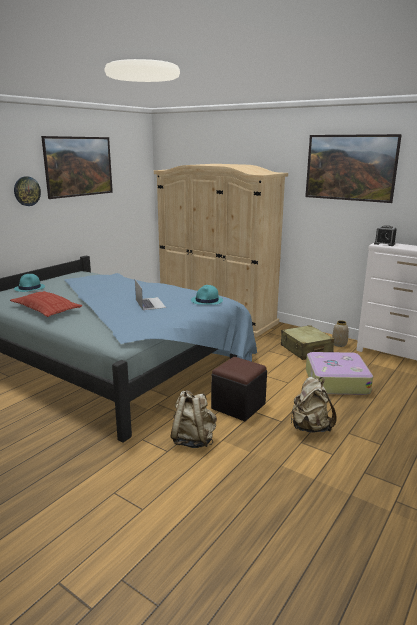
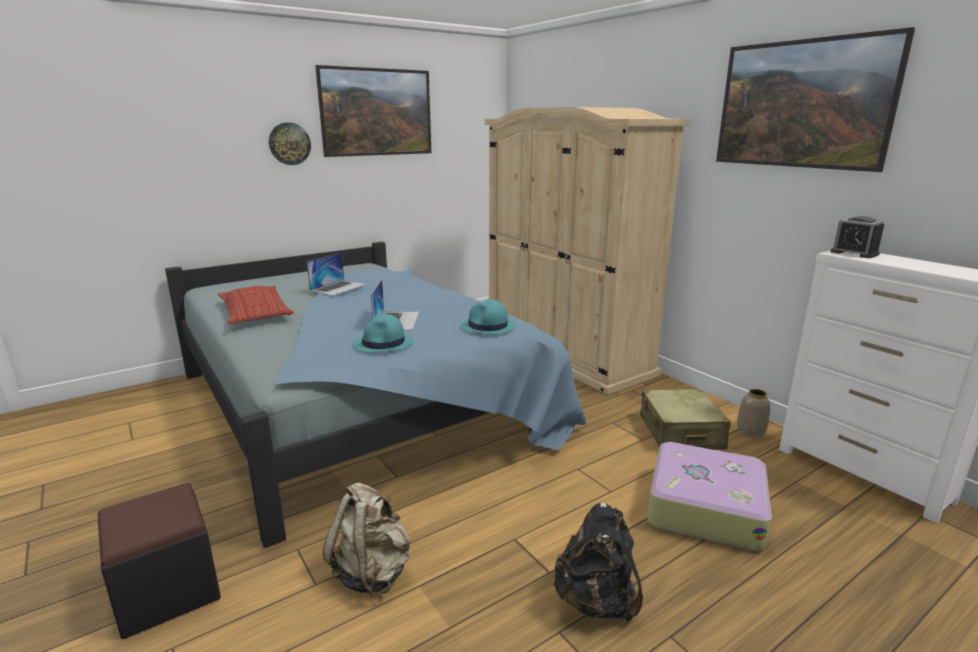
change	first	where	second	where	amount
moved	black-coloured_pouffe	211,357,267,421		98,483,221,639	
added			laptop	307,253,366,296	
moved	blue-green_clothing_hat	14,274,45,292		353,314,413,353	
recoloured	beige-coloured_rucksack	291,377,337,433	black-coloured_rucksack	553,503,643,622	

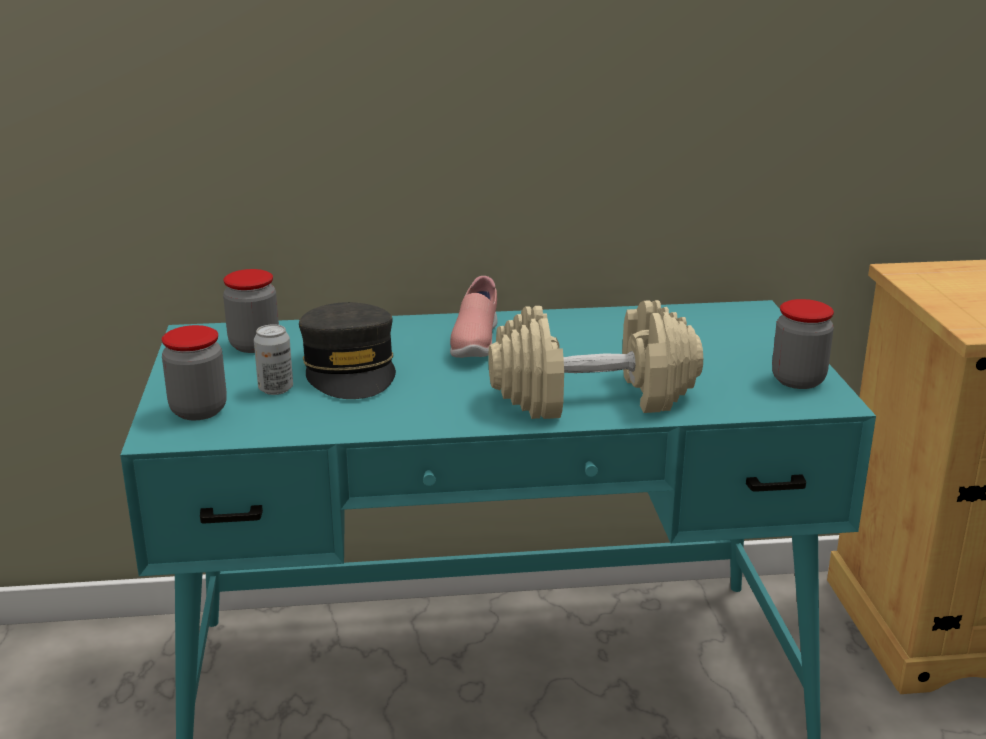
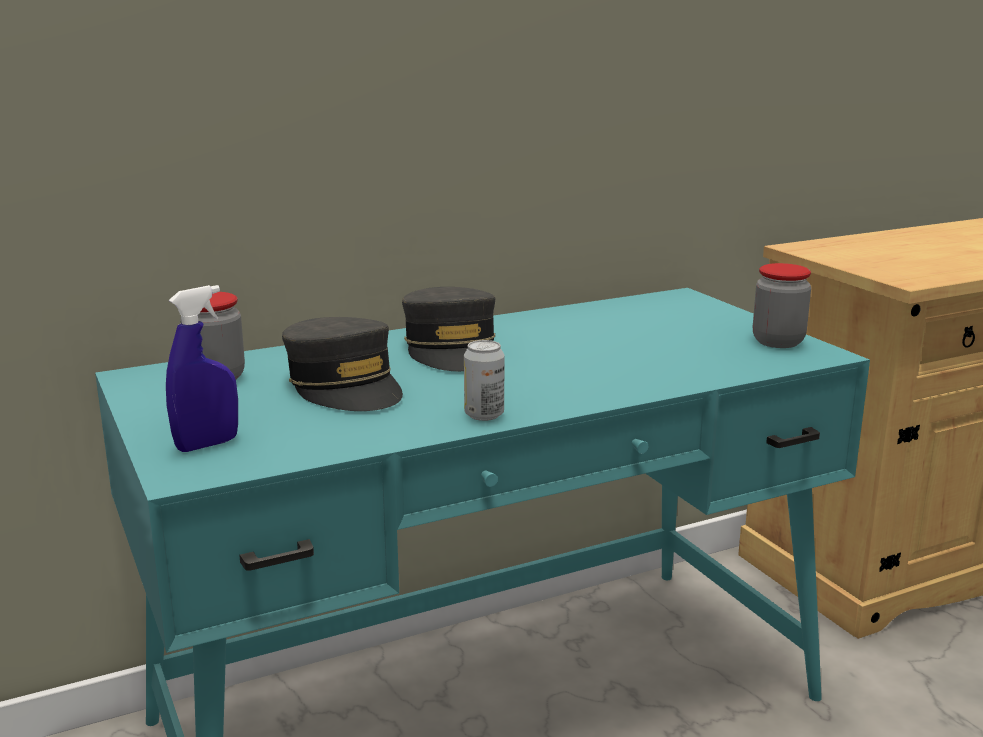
change	first	where	second	where	amount
replaced	jar	162,325,226,420	blue_spray_bottle	166,285,238,452	
replaced	pink-coloured_low_shoe	450,276,498,358	greyish_baseball_cap	402,287,495,371	
moved	metal_can	254,324,293,395		464,340,504,421	
removed	beige-coloured_free_weight	488,300,703,419			

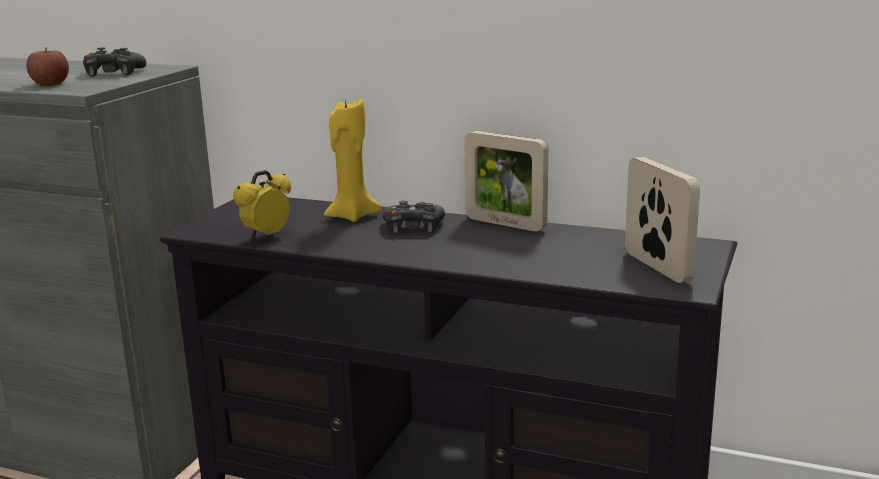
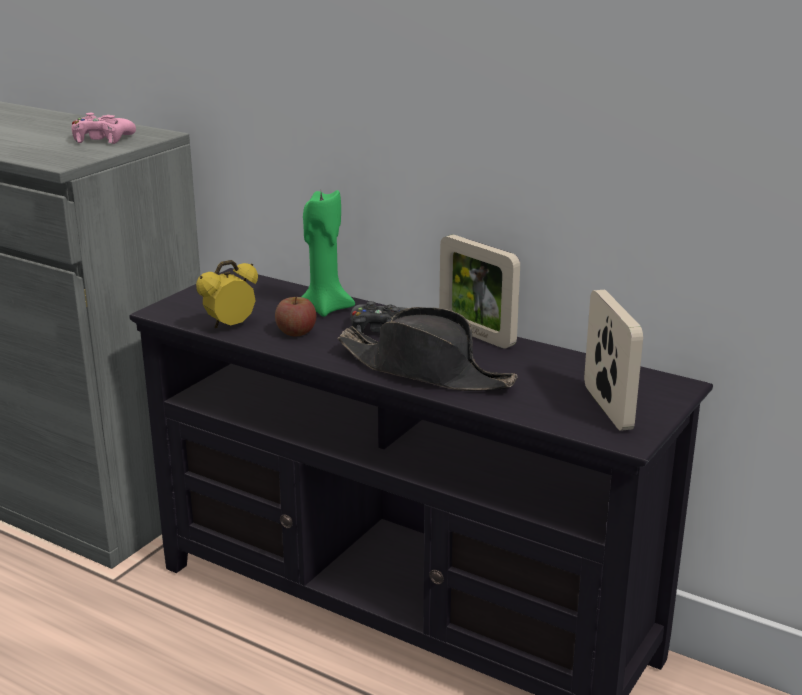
change	first	where	second	where	amount
recoloured	black-coloured_game_controller	83,48,146,77	pink-coloured_game_controller	71,113,136,144	
moved	whole_apple	26,48,69,86		275,297,316,336	
recoloured	yellow_candle	324,99,381,222	green_candle	302,190,355,317	
added			black-coloured_clothing_hat	337,307,517,391	

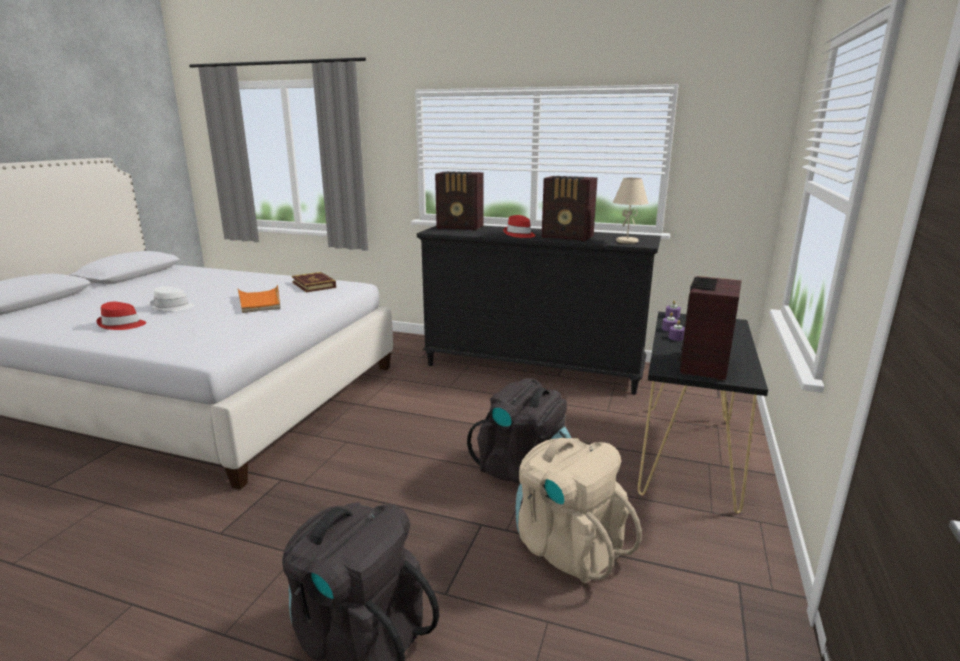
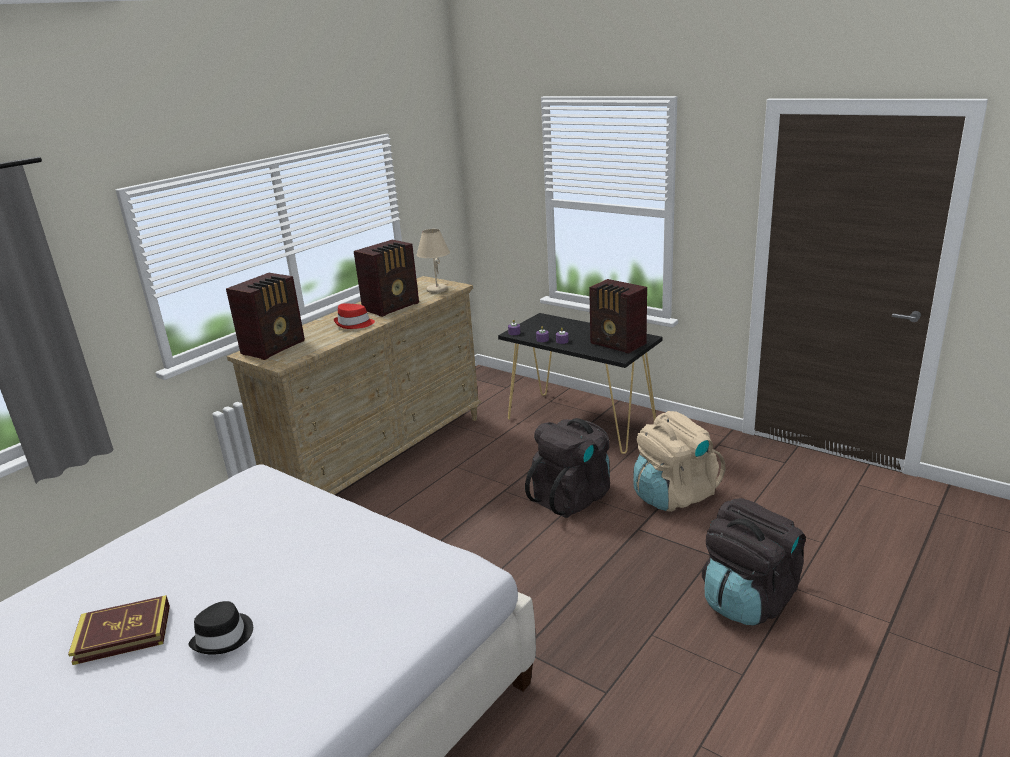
change	first	where	second	where	amount
moved	book	292,272,336,293		68,595,170,665	
recoloured	whitish_clothing_hat	150,286,194,311	black-coloured_clothing_hat	189,601,253,655	
recoloured	black-coloured_dresser	417,225,661,395	beige-coloured_dresser	227,276,481,495	
removed	reddish_clothing_hat	96,302,146,330			
removed	orangey_carrying_tray	238,284,280,313			

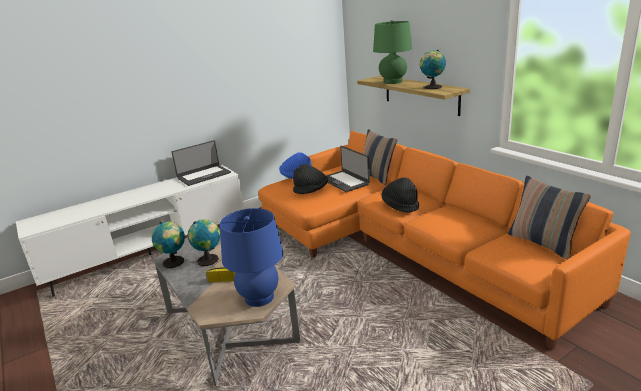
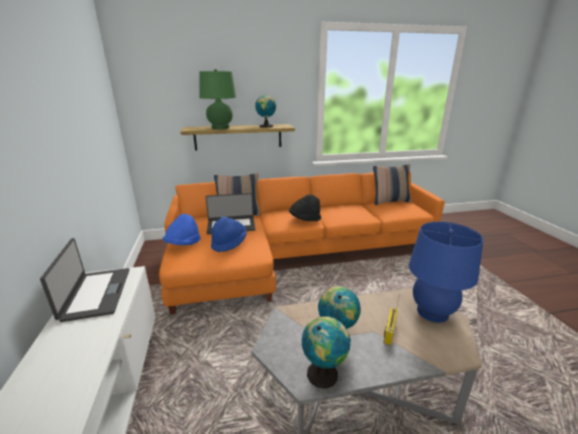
change	first	where	second	where	amount
recoloured	black-coloured_clothing_hat	293,164,328,194	blue_clothing_hat	211,217,247,252	

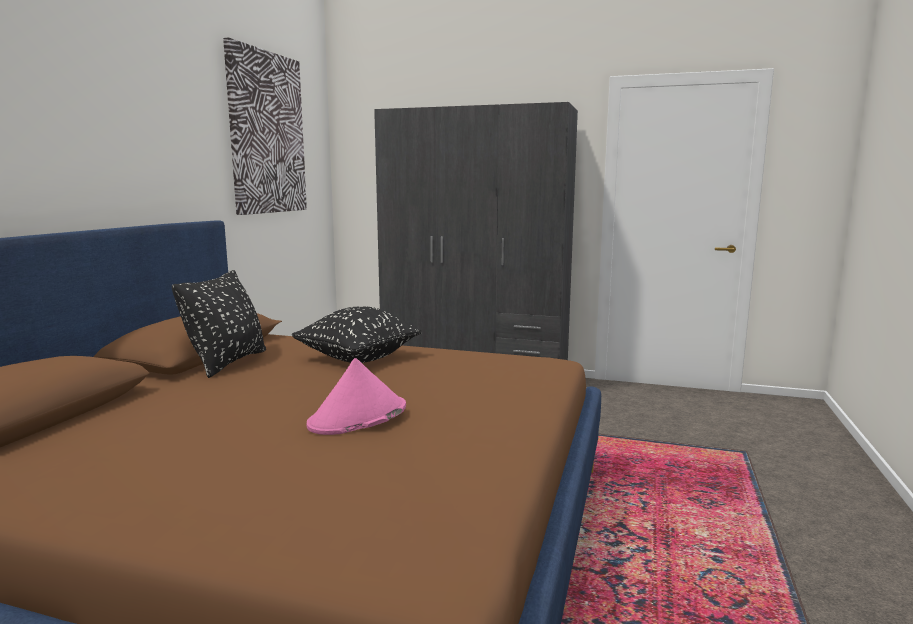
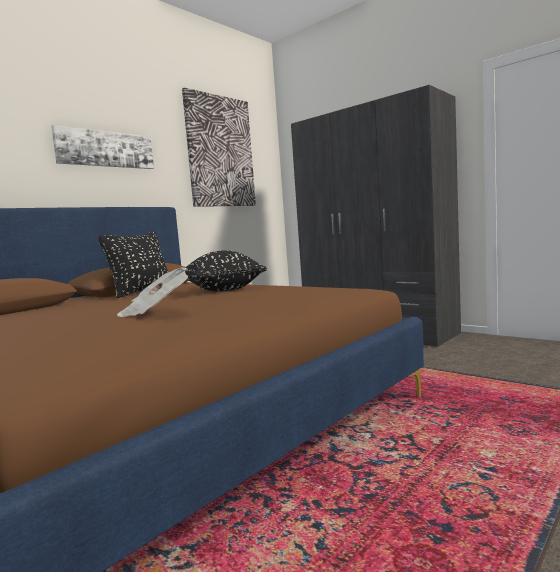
change	first	where	second	where	amount
added			picture	51,125,154,169	
replaced	pink-coloured_clothing_hat	306,358,406,435	printed_paper	117,267,188,317	

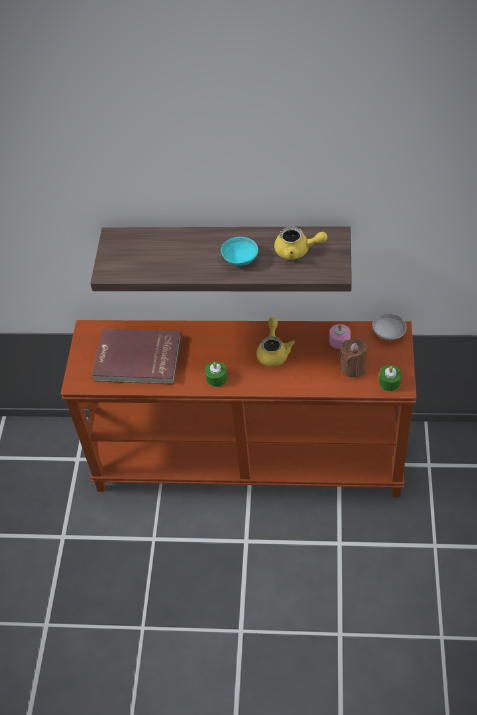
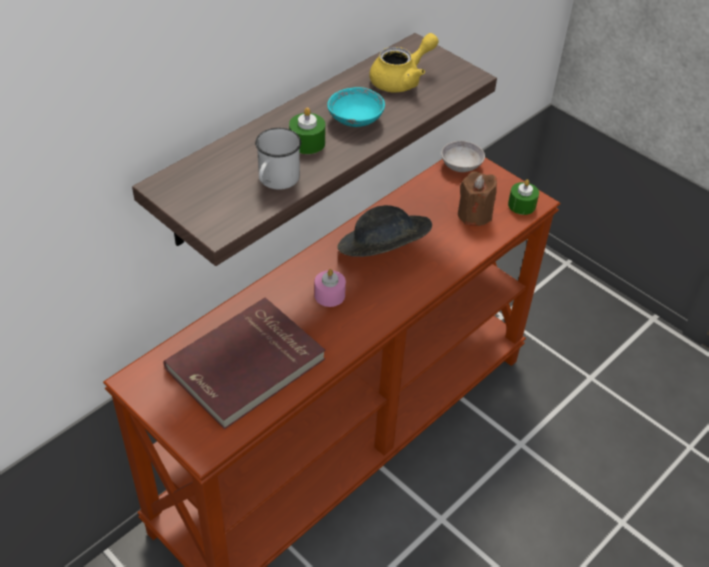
change	first	where	second	where	amount
added			whitish_coffee_mug	255,128,301,190	
moved	green_candle	205,361,227,387		289,107,326,154	
moved	pink-coloured_candle	329,324,351,349		314,269,346,307	
replaced	yellow_pot_for_tea	256,317,295,367	greyish_clothing_hat	337,205,432,257	

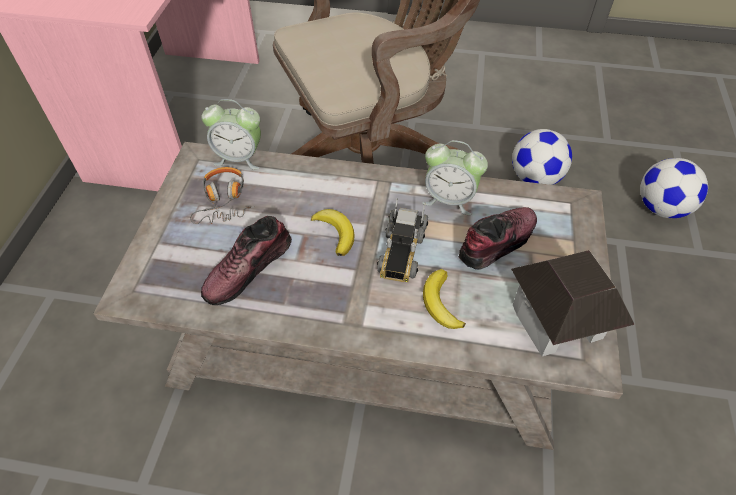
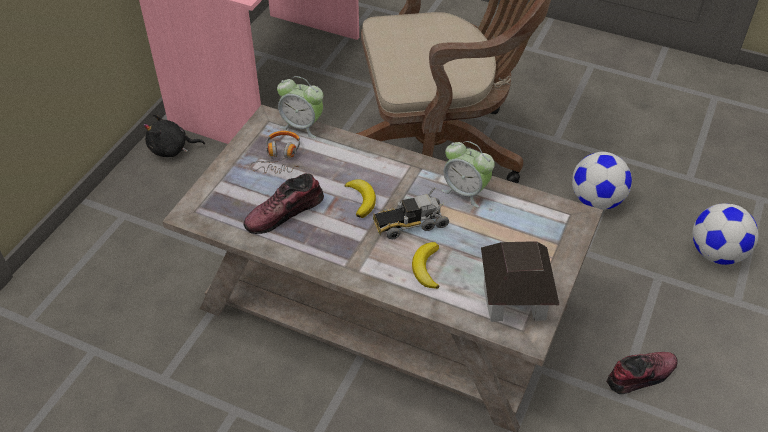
change	first	where	second	where	amount
added			black-coloured_plush_toy	143,114,205,157	
turned	model_truck	377,198,428,282		373,188,449,239	45 degrees clockwise
moved	low_shoe	458,207,537,270		606,352,678,394	

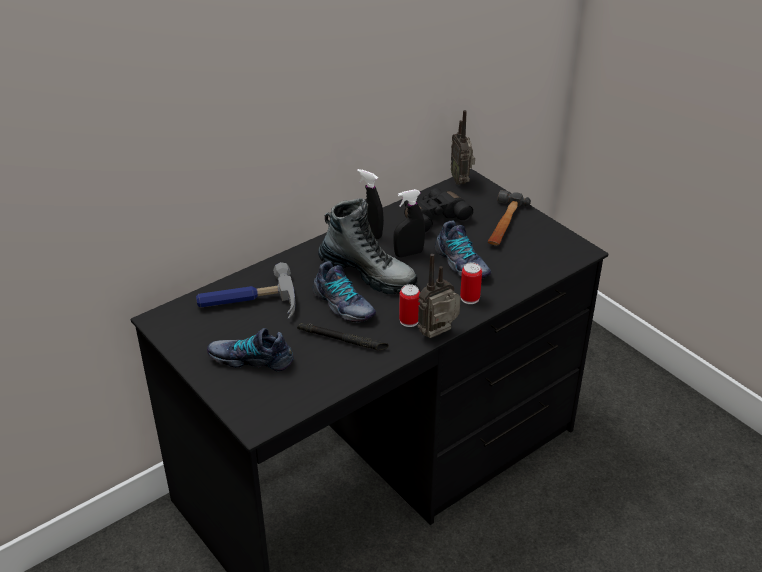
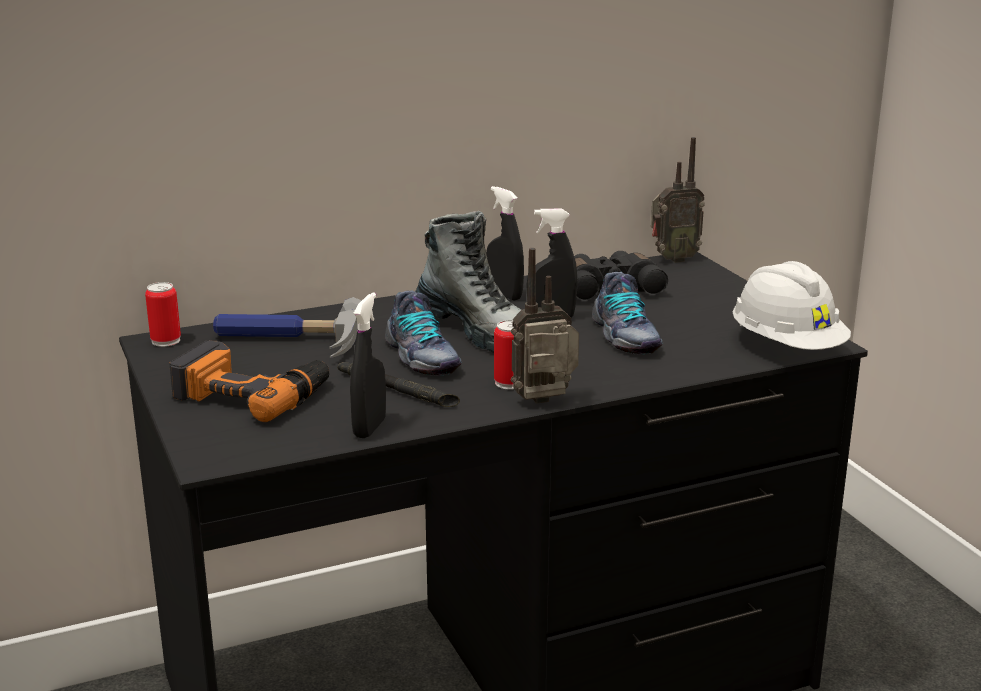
change	first	where	second	where	amount
moved	metal_can	460,263,482,304		145,282,181,347	
replaced	low_shoe	207,328,294,372	drill	169,340,329,422	
added			black-coloured_spray_bottle	350,292,386,438	
turned	radio_set	451,110,475,185		651,137,705,263	105 degrees counterclockwise
added			whitish_work_helmet	733,261,851,350	
removed	hand_hammer	487,190,531,245			

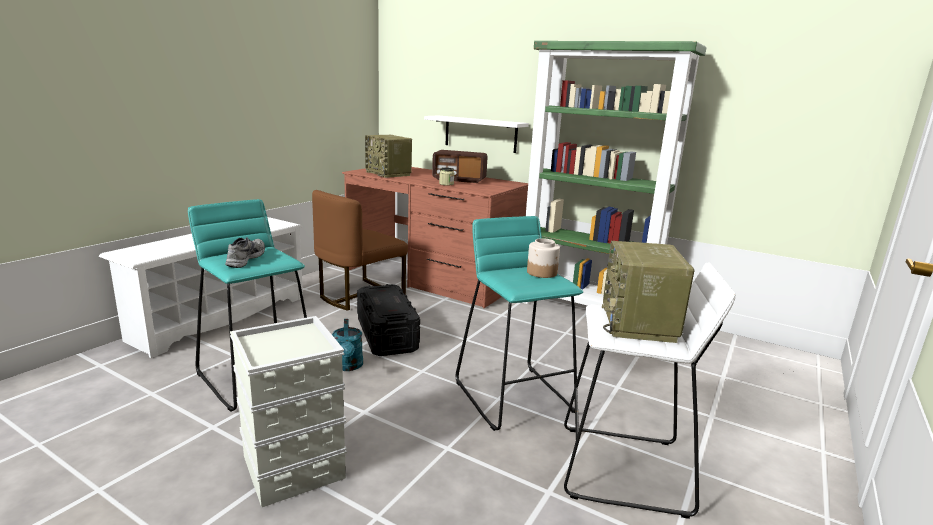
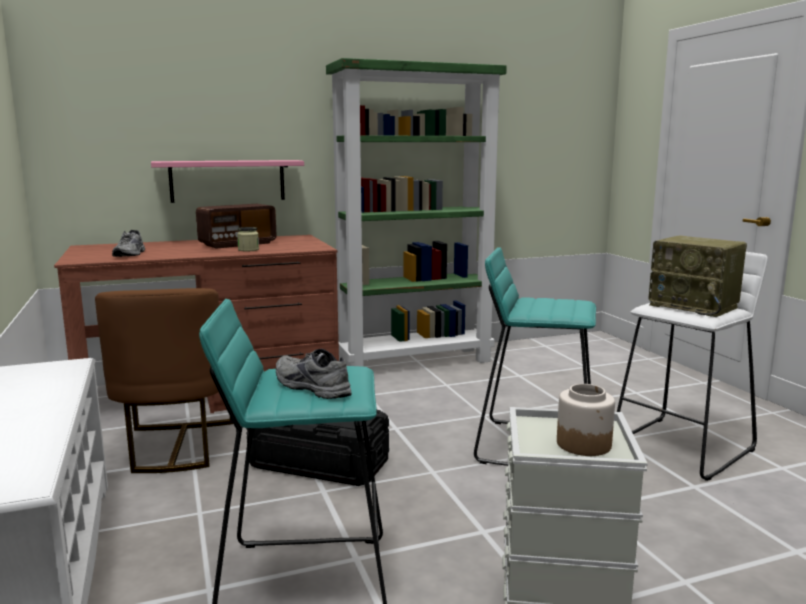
change	first	where	second	where	amount
replaced	radio_set	365,135,412,178	greyish_low_shoe	112,230,145,257	
recoloured	whitish_wall_shelf	424,116,529,153	pink-coloured_wall_shelf	151,160,304,203	
moved	jar	527,238,560,278		557,384,615,456	
removed	blue-green_watering_can	332,319,363,371			

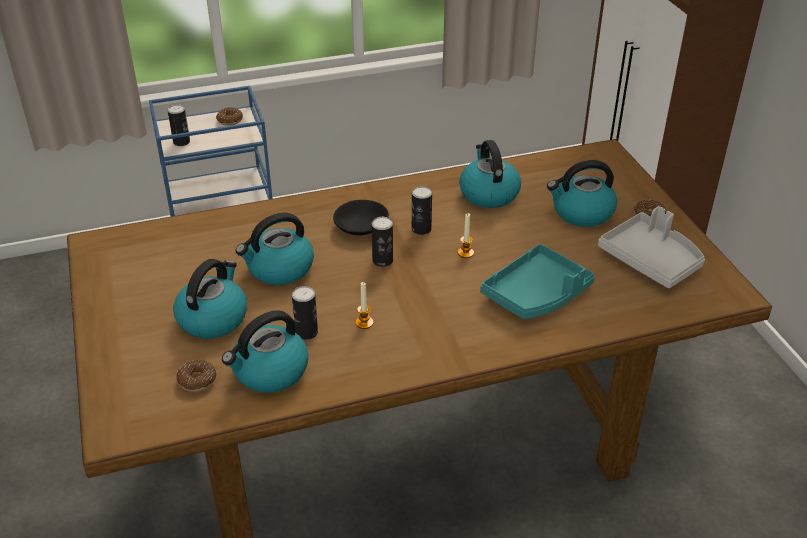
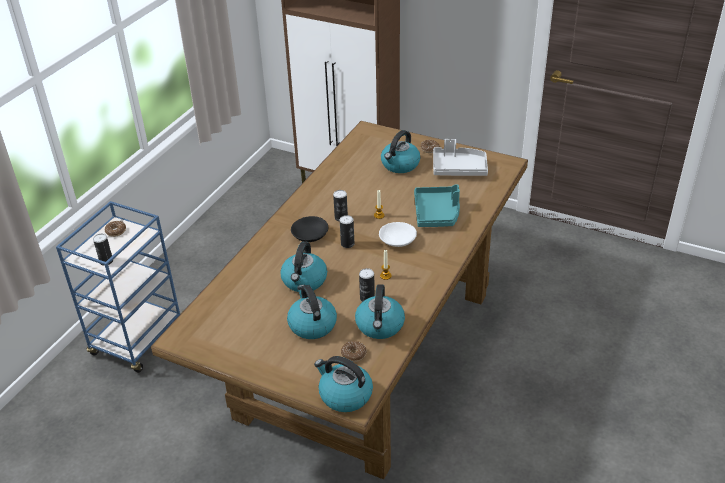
change	first	where	second	where	amount
moved	water_kettle	459,140,521,208		314,356,373,412	
added			whitish_serving_bowl	379,222,417,247	

